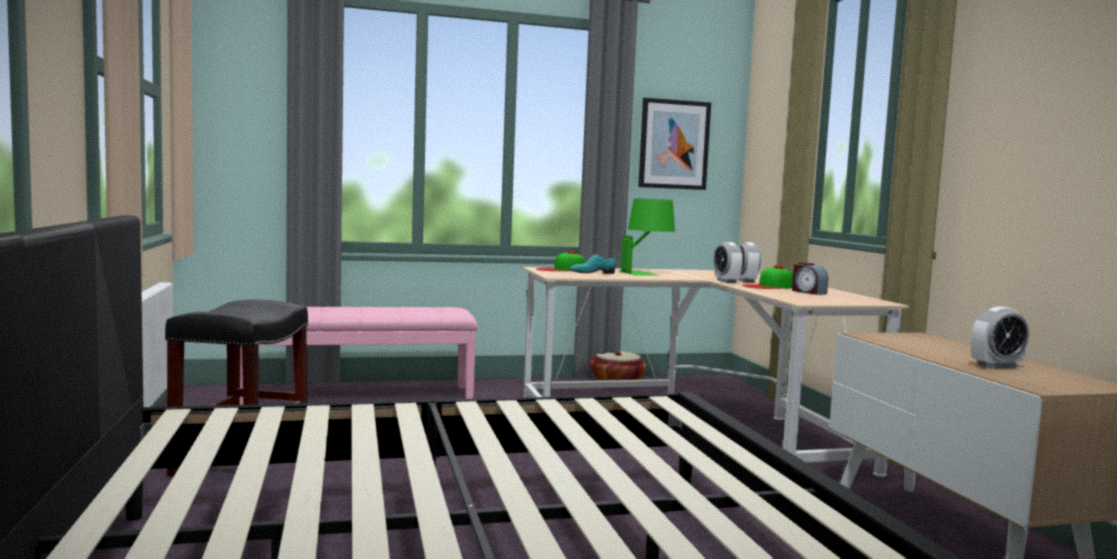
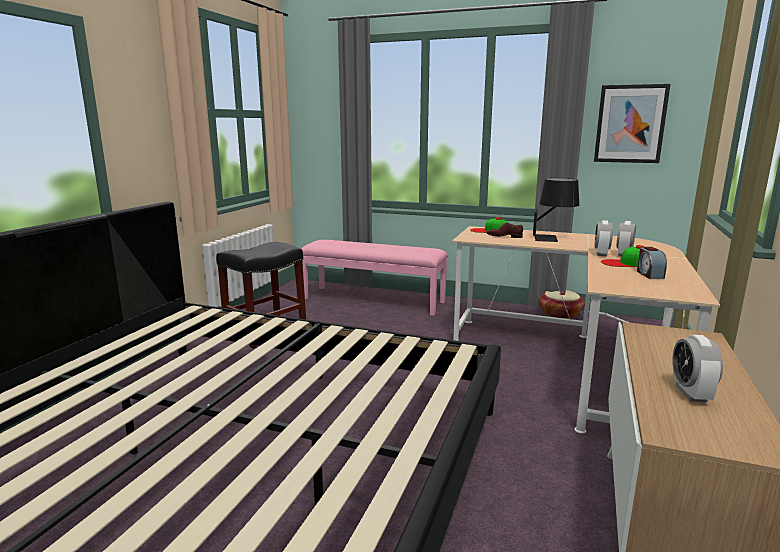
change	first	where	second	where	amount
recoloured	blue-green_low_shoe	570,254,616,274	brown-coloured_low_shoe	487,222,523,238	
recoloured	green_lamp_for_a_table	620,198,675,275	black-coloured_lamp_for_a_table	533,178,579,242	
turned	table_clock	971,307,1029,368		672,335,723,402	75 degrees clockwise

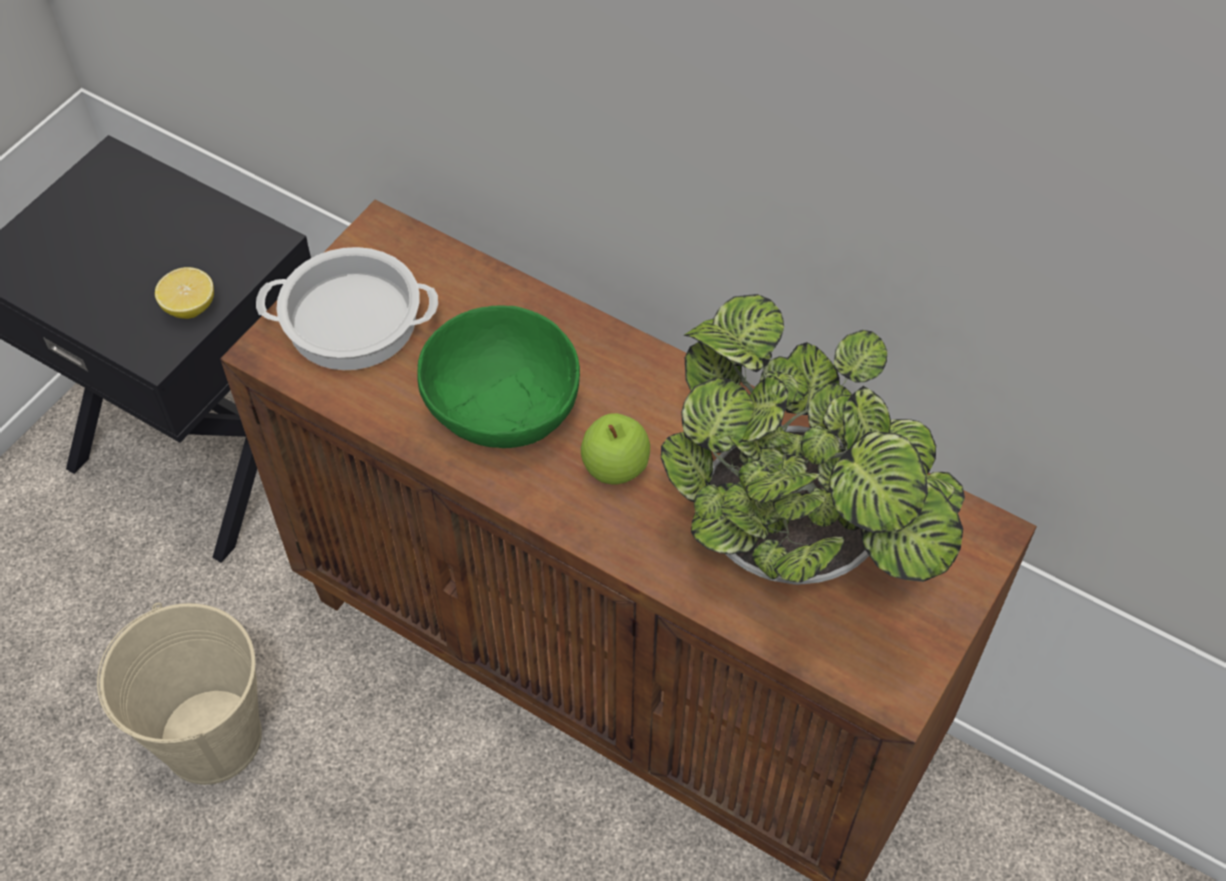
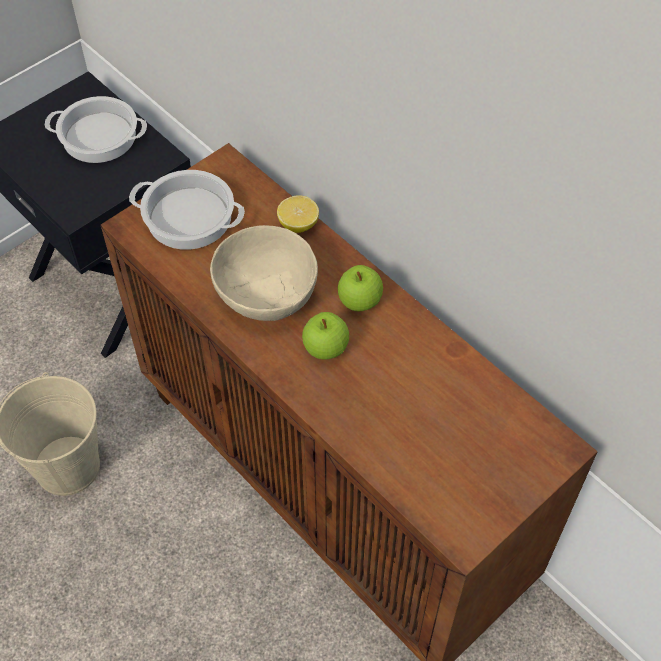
change	first	where	second	where	amount
added			cooking_pot	45,96,147,163	
recoloured	green_serving_bowl	417,305,580,448	beige-coloured_serving_bowl	210,225,318,321	
moved	citrus_fruit	155,267,214,319		277,195,319,233	
added			whole_apple	338,265,383,311	
removed	plant_in_a_pot	661,294,965,585			

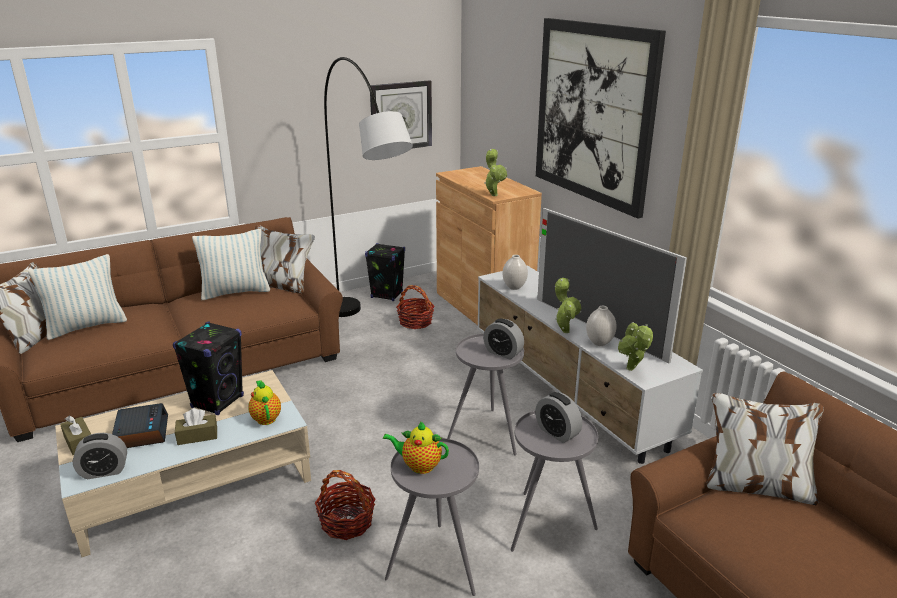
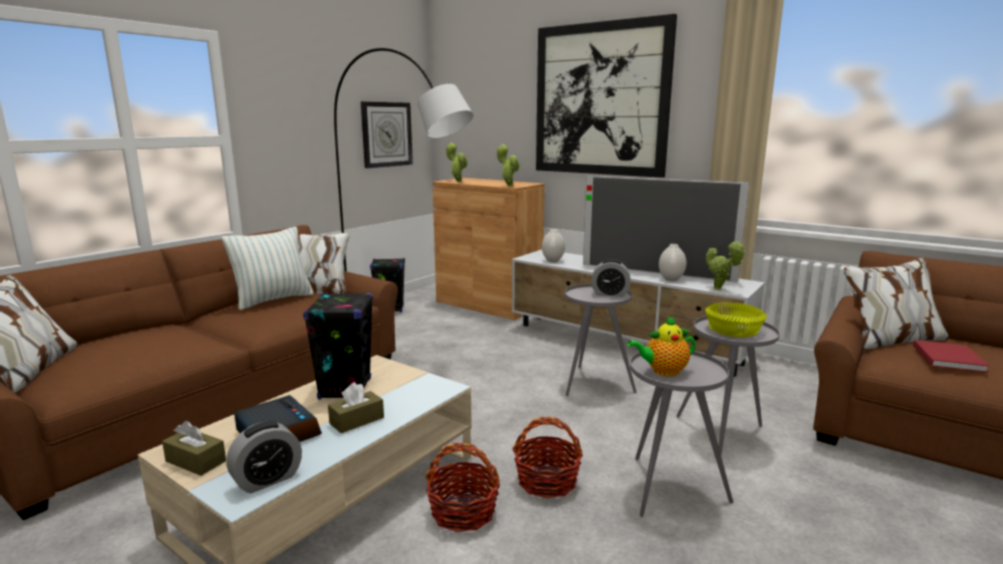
change	first	where	second	where	amount
moved	basket	396,285,435,329		425,443,500,532	
moved	plant_in_a_pot	555,278,581,333		446,143,468,182	
replaced	table_clock	535,392,582,443	yellow_serving_bowl	705,302,767,337	
added			reddish_book	913,340,990,373	
removed	cushion	28,254,127,340			
removed	pot_for_tea	248,380,281,425			

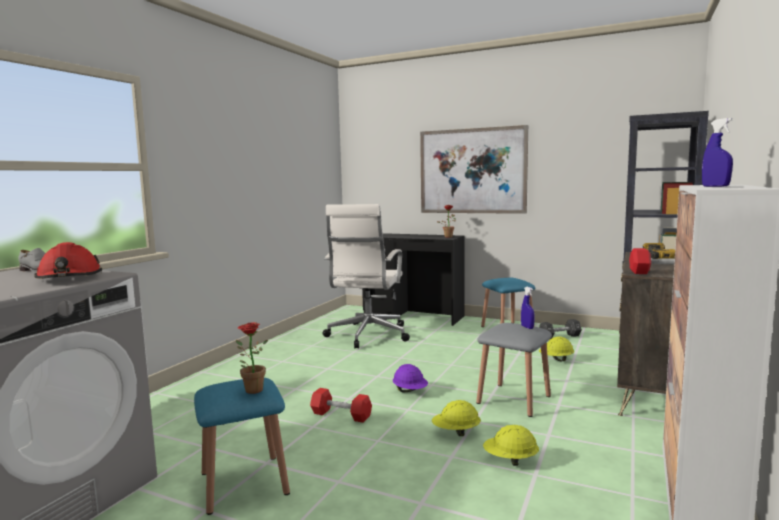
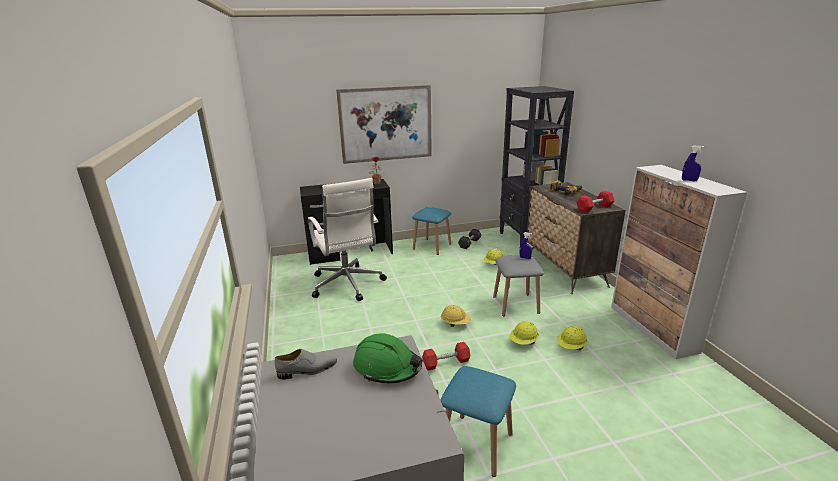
change	first	where	second	where	amount
recoloured	reddish_work_helmet	34,242,102,279	green_work_helmet	353,333,423,383	
recoloured	purple_work_helmet	393,364,428,392	yellow_work_helmet	441,305,471,327	
removed	plant_in_a_pot	236,322,268,394			

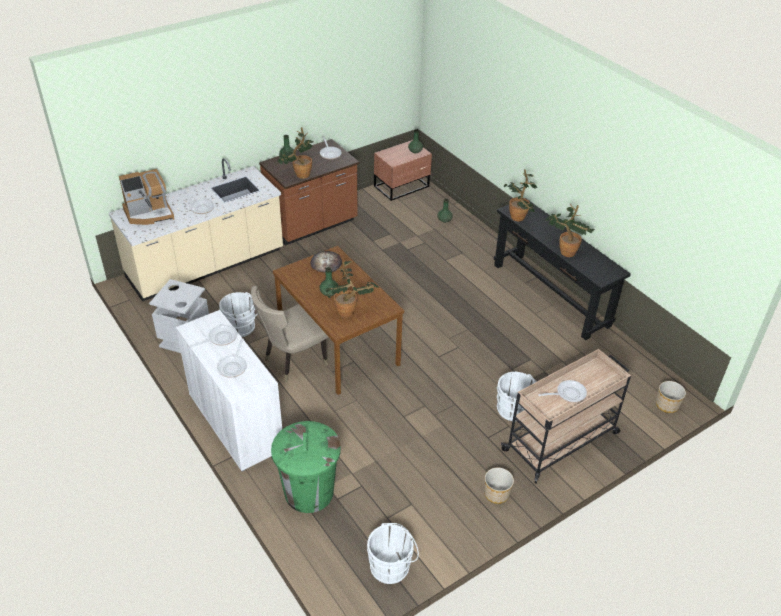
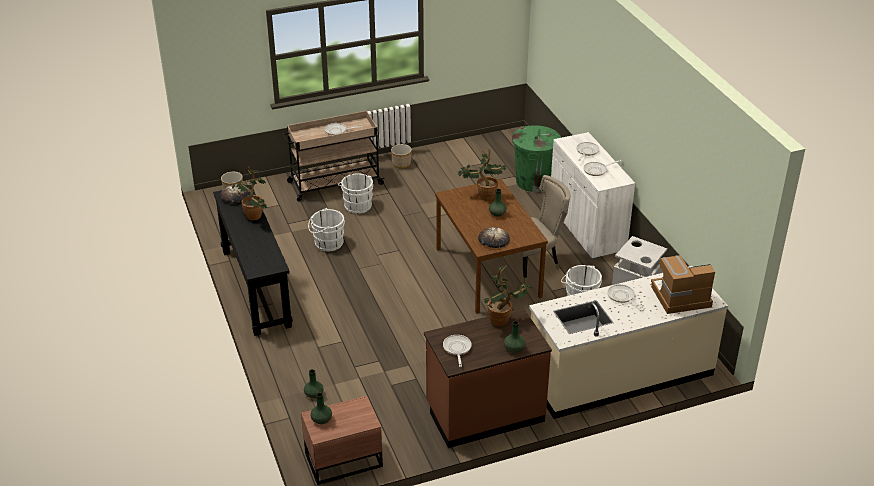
change	first	where	second	where	amount
added			bakery_bread	221,184,251,204	
moved	whitish_pail	367,523,419,584		308,208,345,251	
removed	plant_in_a_pot	504,169,537,221			

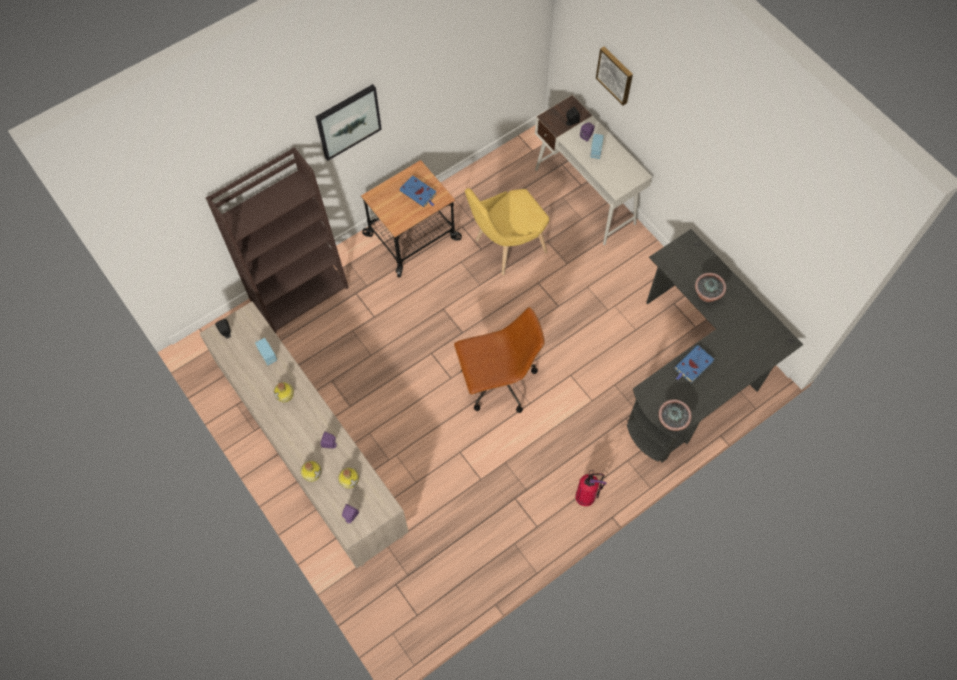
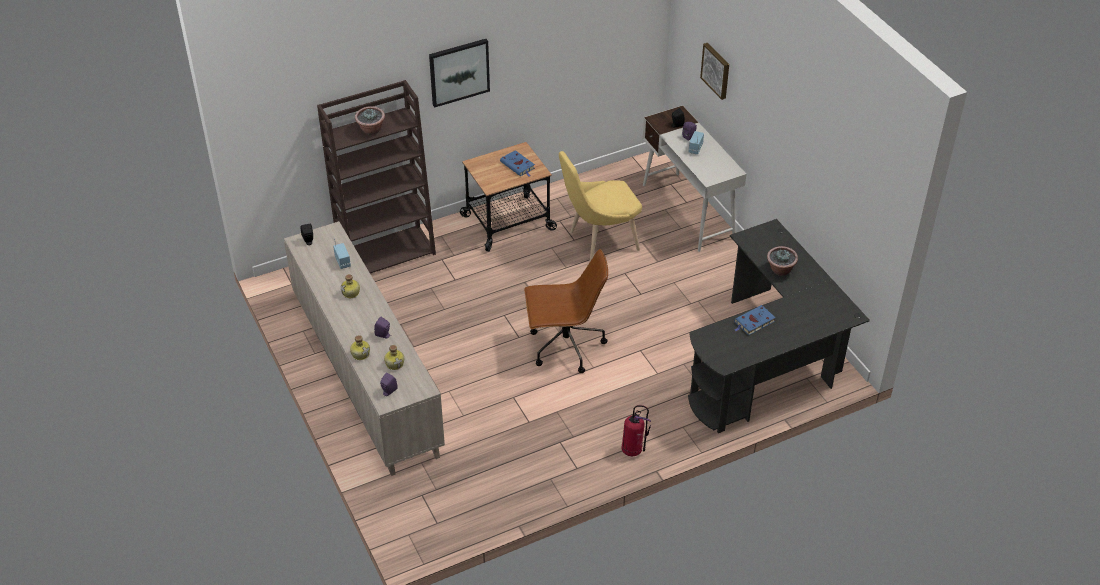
change	first	where	second	where	amount
moved	plant_in_a_pot	658,399,692,431		355,106,385,135	

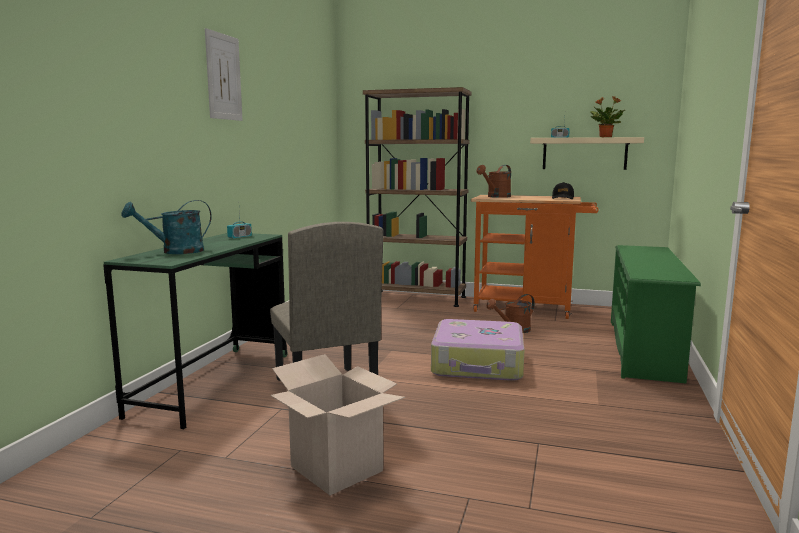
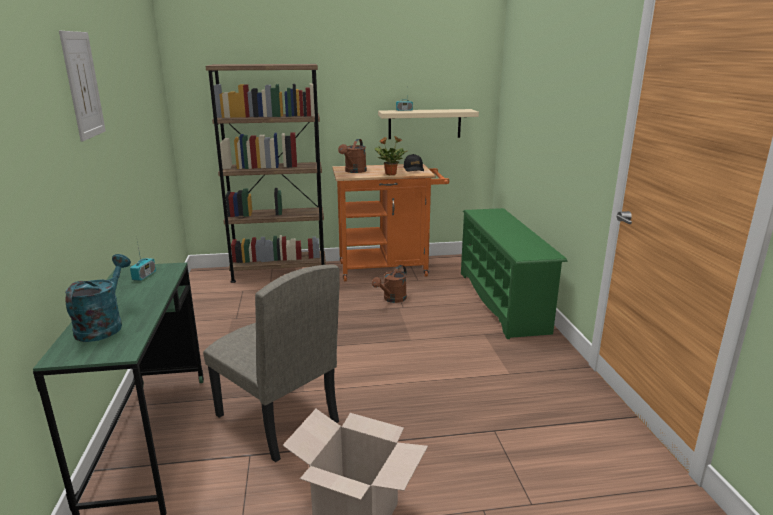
change	first	where	second	where	amount
turned	blue-green_watering_can	121,200,212,254		65,254,131,342	150 degrees clockwise
moved	plant_in_a_pot	590,96,625,137		375,136,407,175	
removed	piece_of_luggage	431,319,524,381			

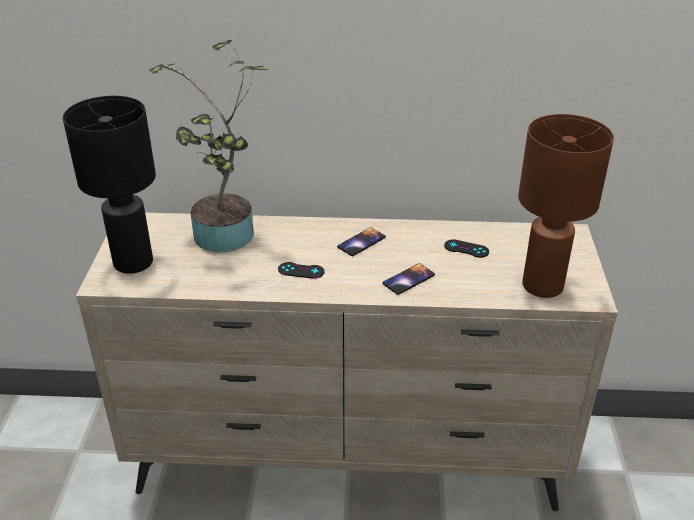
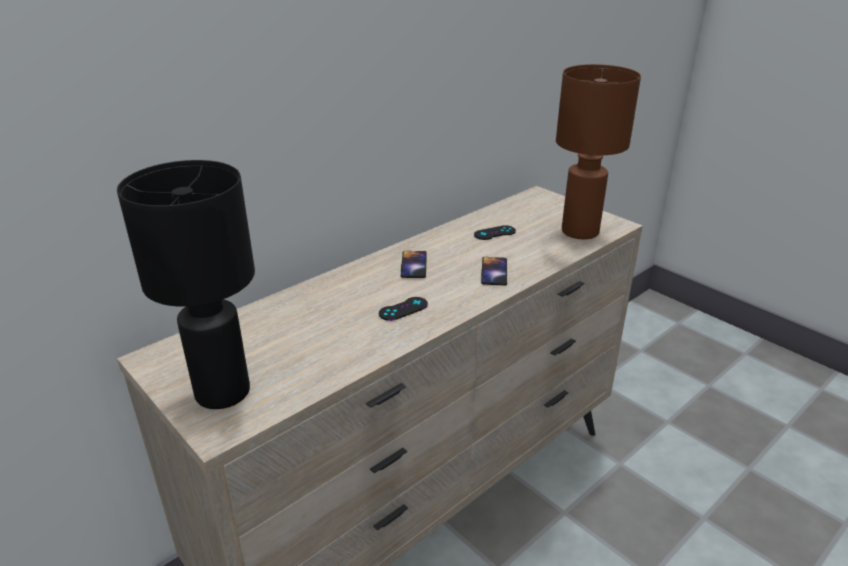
change	first	where	second	where	amount
removed	plant_in_a_pot	149,40,268,252			

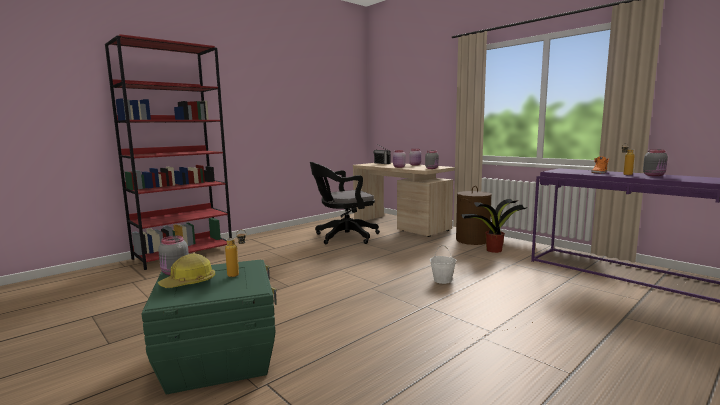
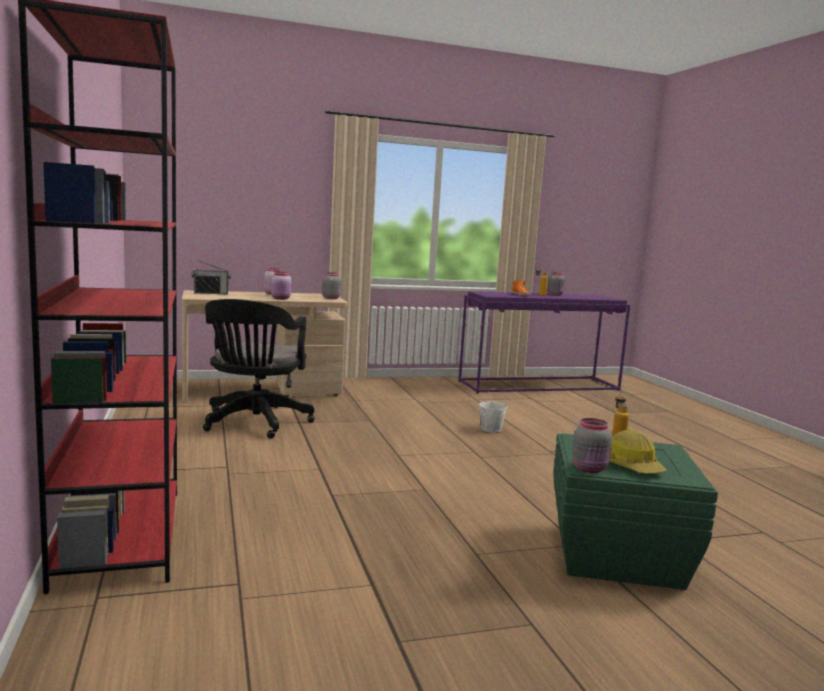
change	first	where	second	where	amount
removed	brown-coloured_laundry_basket	456,186,492,245			
removed	plant_in_a_pot	461,199,528,253			

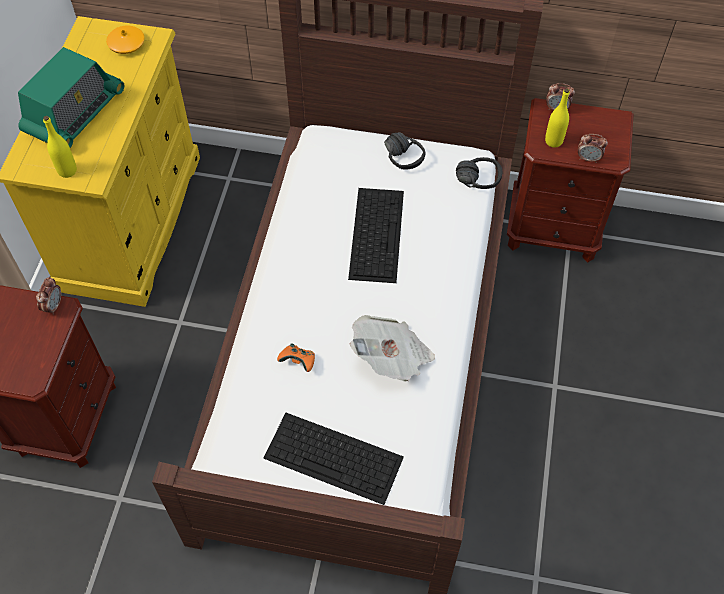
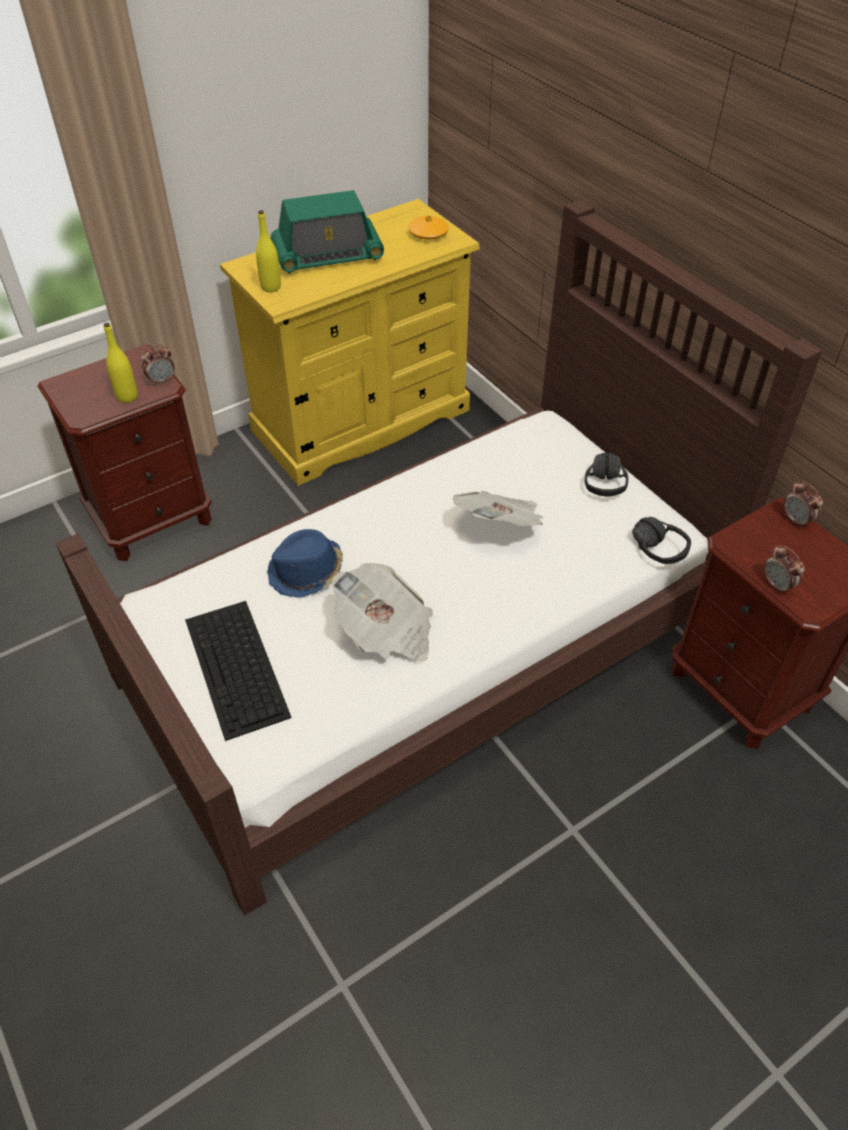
change	first	where	second	where	amount
moved	yellow_beverage_bottle	545,88,570,148		103,322,138,403	
replaced	orangey_game_controller	277,344,315,372	blue_clothing_hat	267,529,343,598	
replaced	keyboard	348,188,404,283	printed_paper	453,491,543,526	

